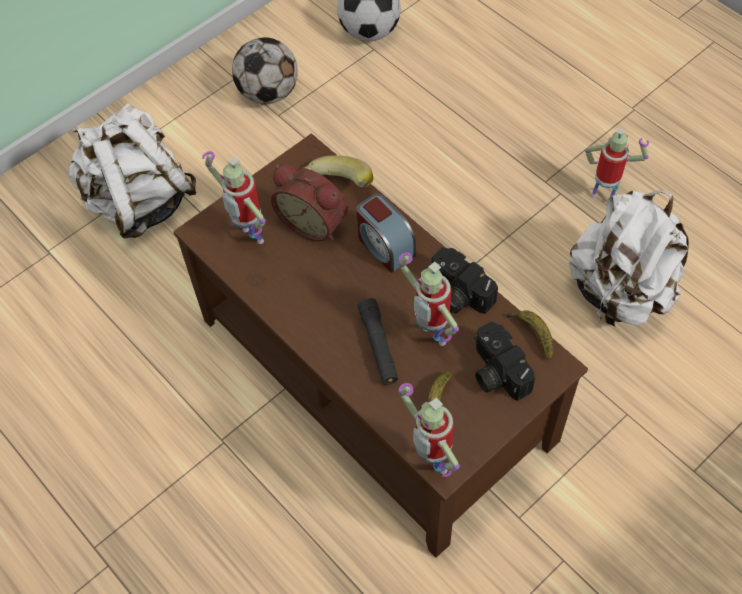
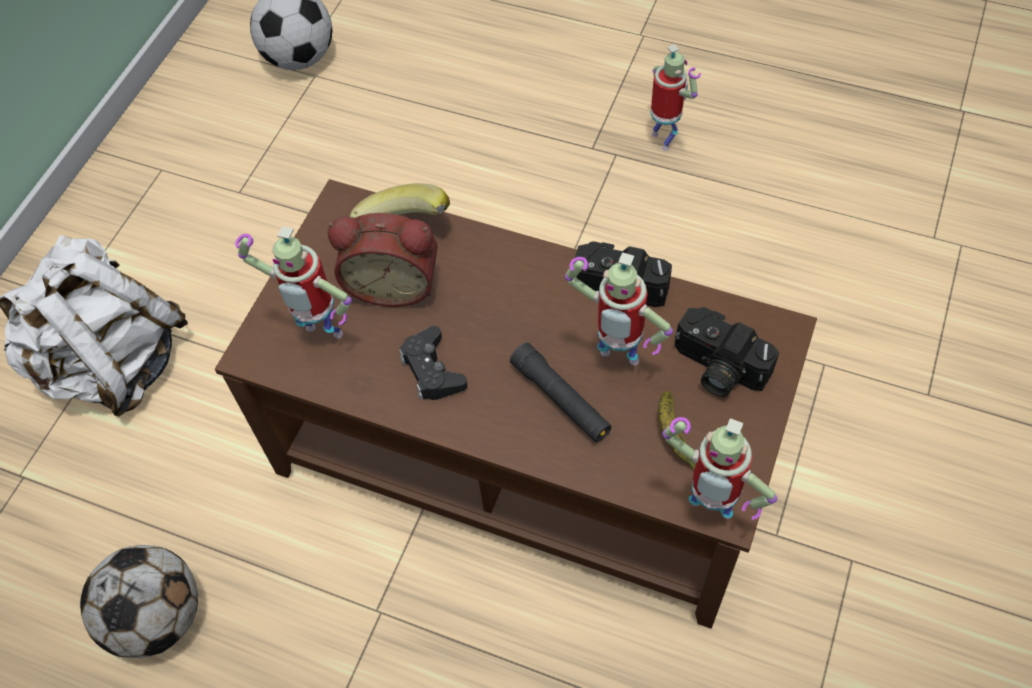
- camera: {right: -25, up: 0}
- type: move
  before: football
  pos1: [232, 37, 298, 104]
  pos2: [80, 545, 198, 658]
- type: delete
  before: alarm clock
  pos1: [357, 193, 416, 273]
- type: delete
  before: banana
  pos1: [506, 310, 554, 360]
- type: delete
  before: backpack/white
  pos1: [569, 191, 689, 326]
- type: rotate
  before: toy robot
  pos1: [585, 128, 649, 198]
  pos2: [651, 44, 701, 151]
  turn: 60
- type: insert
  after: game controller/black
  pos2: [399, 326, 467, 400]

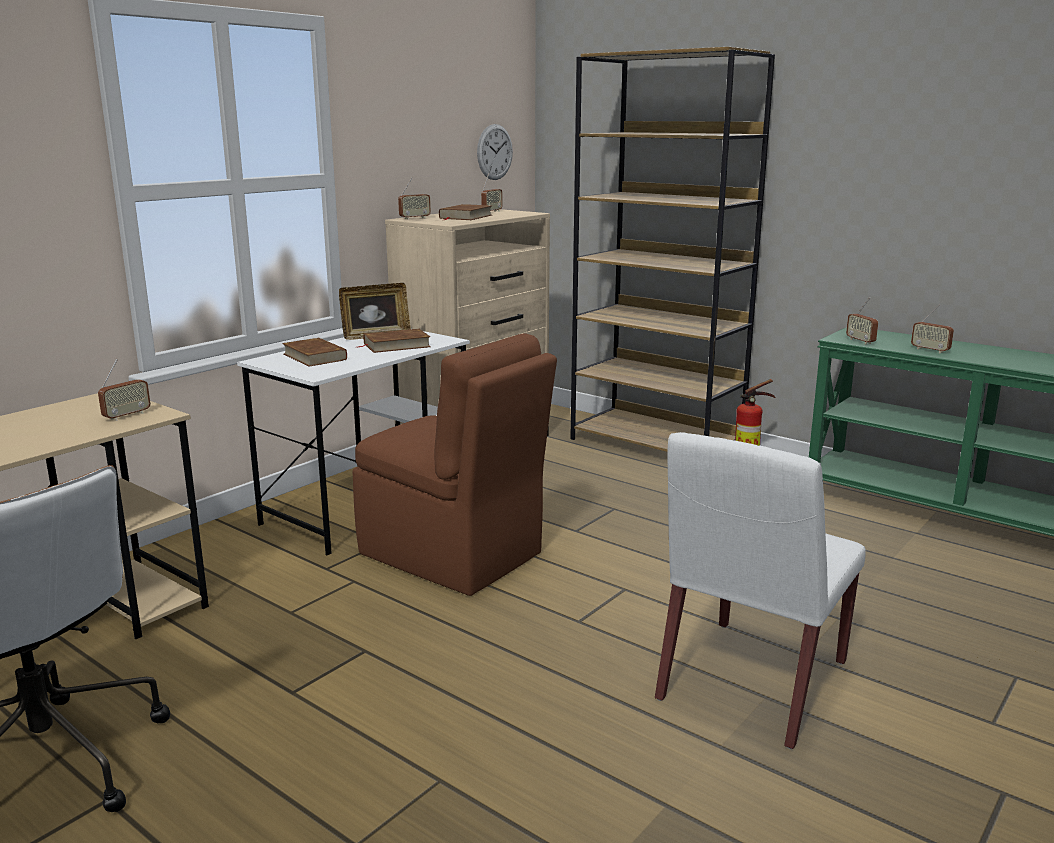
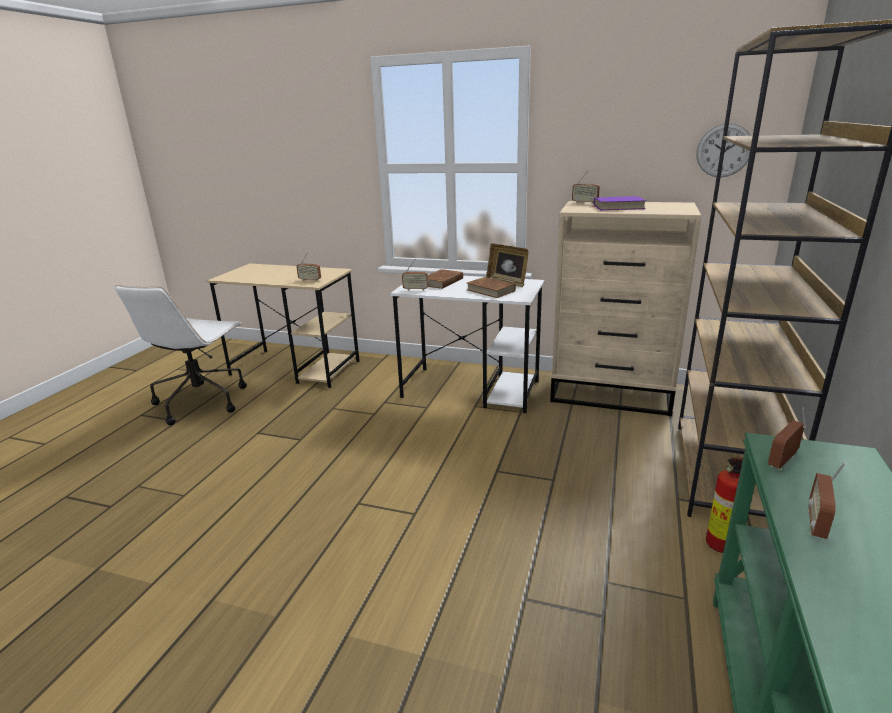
- camera: {right: 70, up: 5}
- type: delete
  before: chair/brown
  pos1: [353, 333, 557, 596]
- type: recolor
  before: book/brown
  after: book/purple
  pos1: [439, 204, 492, 220]
  pos2: [593, 196, 647, 210]
- type: move
  before: radio
  pos1: [481, 173, 502, 212]
  pos2: [402, 259, 429, 291]
- type: delete
  before: chair/white
  pos1: [655, 432, 866, 749]

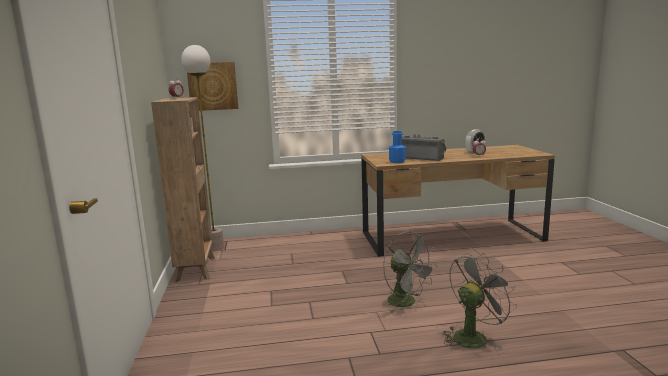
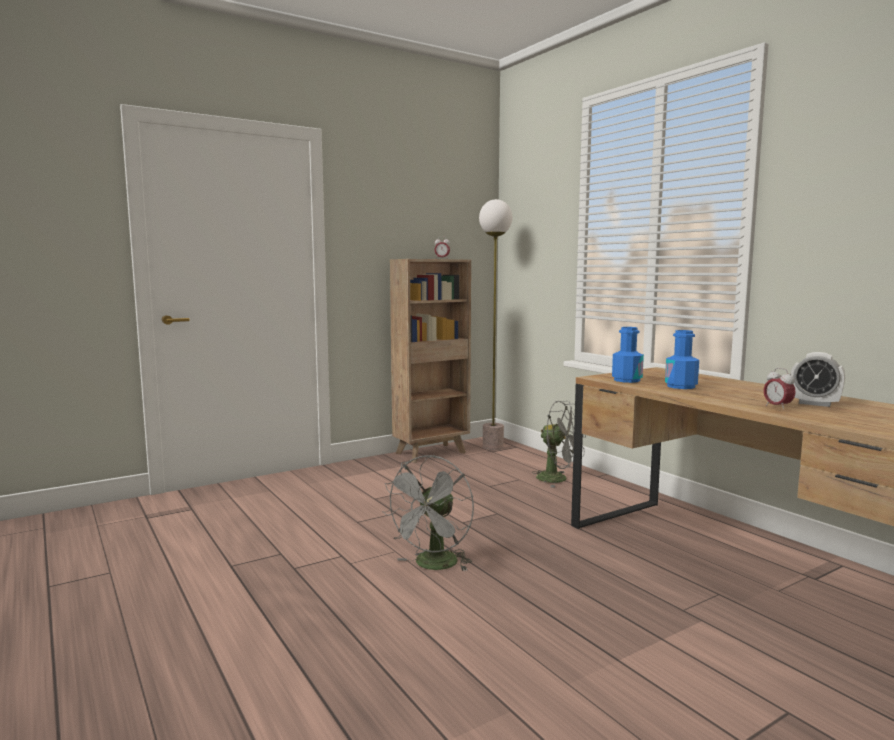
- camera: {right: 65, up: -5}
- type: delete
  before: picture
  pos1: [187, 62, 238, 111]
- type: replace
  before: radio
  after: bottle/blue
  pos1: [402, 134, 446, 161]
  pos2: [665, 330, 699, 389]
- type: move
  before: fan/grey
  pos1: [442, 253, 517, 348]
  pos2: [532, 401, 586, 487]

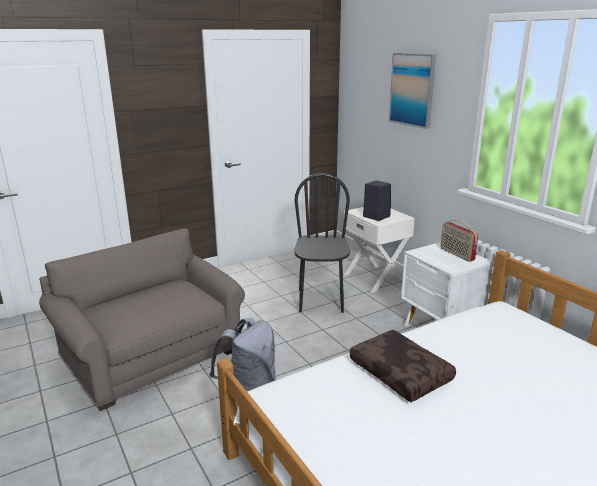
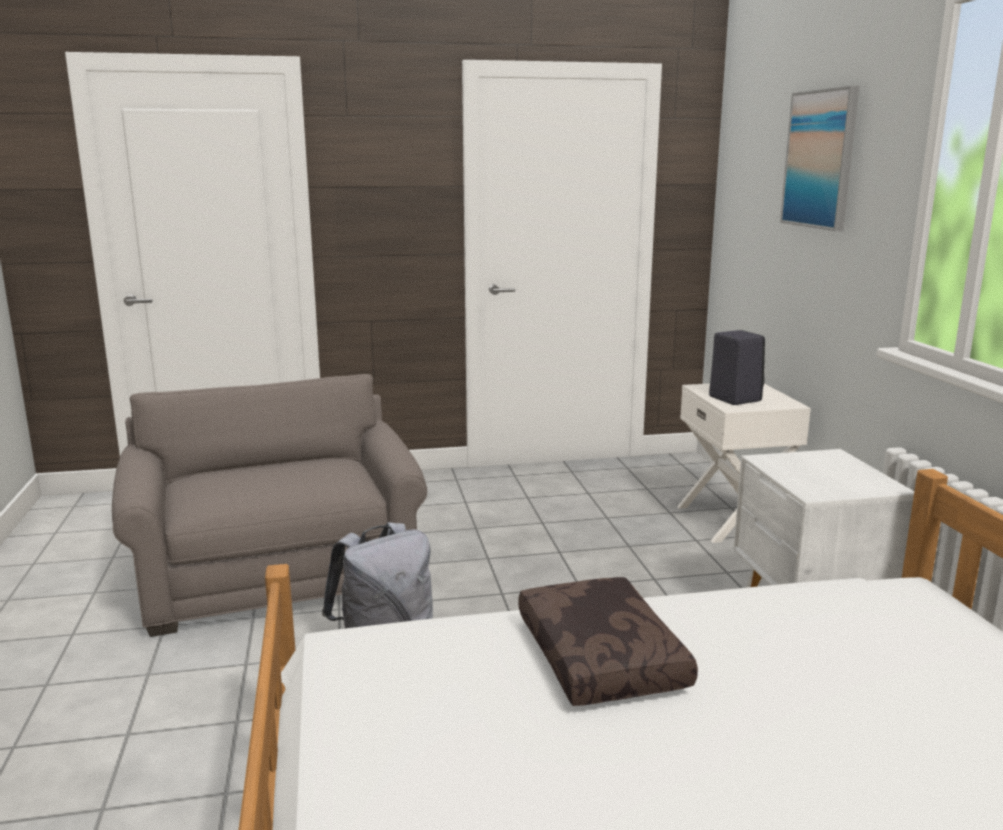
- camera: {right: 20, up: -5}
- type: delete
  before: chair/black
  pos1: [294, 173, 350, 313]
- type: delete
  before: radio
  pos1: [440, 220, 478, 262]

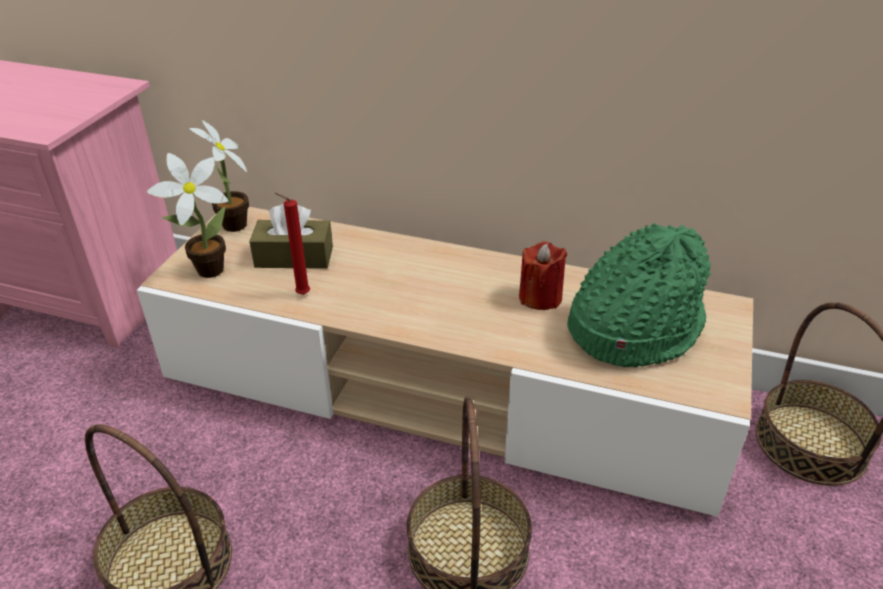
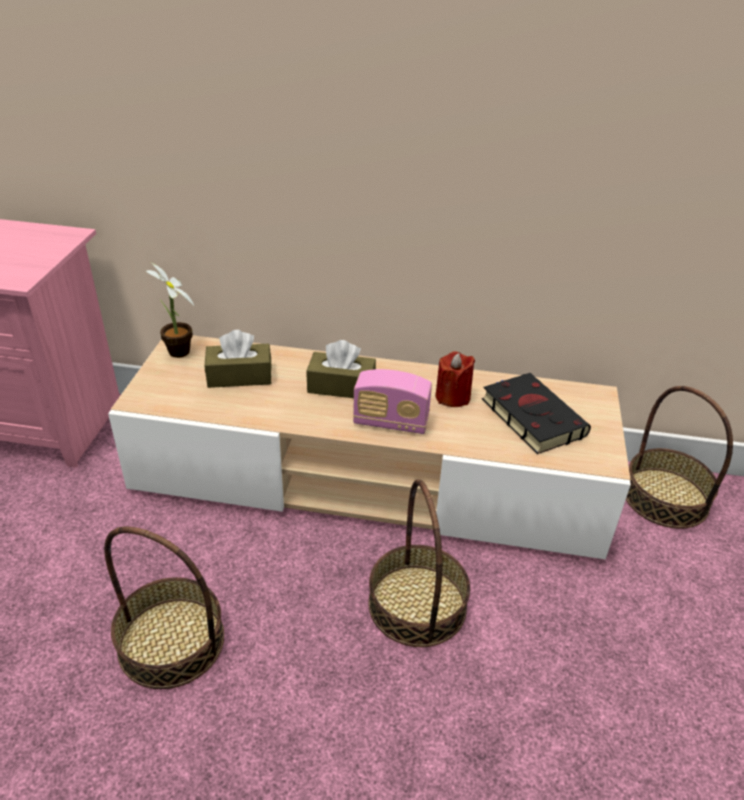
- camera: {right: -10, up: 0}
- type: delete
  before: potted plant
  pos1: [147, 153, 228, 278]
- type: delete
  before: candle/red
  pos1: [275, 193, 310, 295]
- type: replace
  before: hat/green
  after: book/black
  pos1: [567, 223, 711, 367]
  pos2: [482, 373, 591, 454]
- type: insert
  after: tissue box/brown
  pos2: [307, 340, 376, 398]
- type: insert
  after: radio
  pos2: [353, 369, 432, 434]

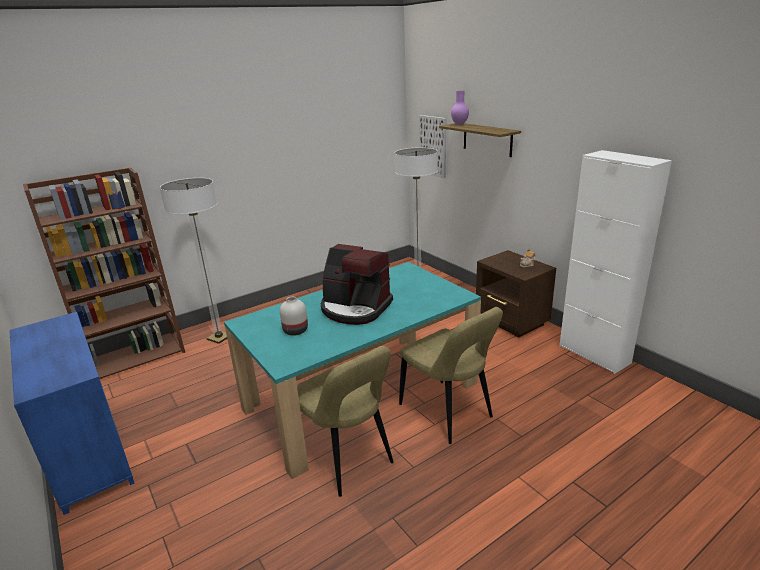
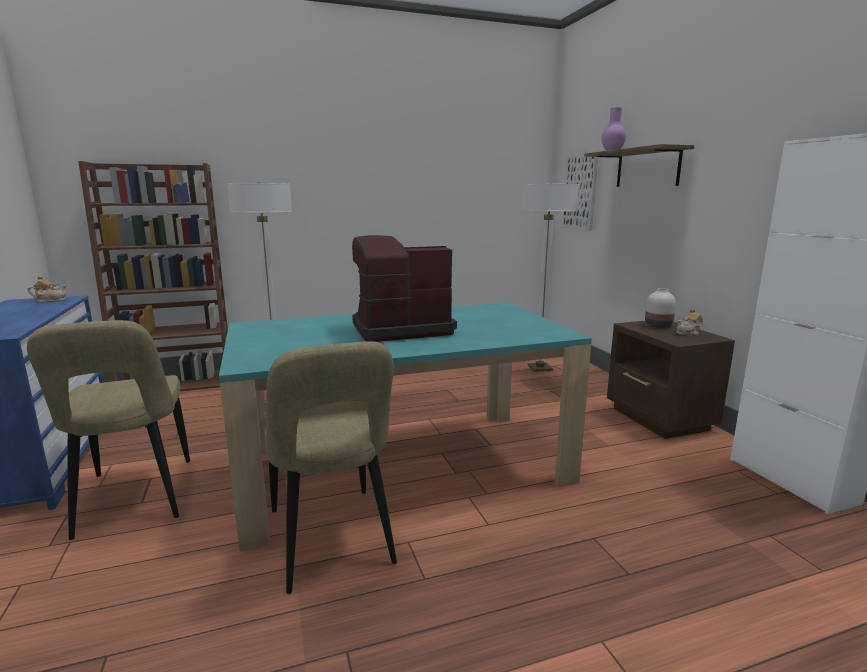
- camera: {right: 15, up: -10}
- type: move
  before: vase/white
  pos1: [280, 297, 308, 336]
  pos2: [645, 288, 676, 328]
- type: rotate
  before: coffee machine
  pos1: [321, 244, 393, 325]
  pos2: [352, 235, 457, 342]
  turn: 120
- type: move
  before: chair/beige
  pos1: [399, 307, 503, 444]
  pos2: [27, 320, 190, 540]
- type: insert
  after: teapot
  pos2: [28, 275, 67, 303]

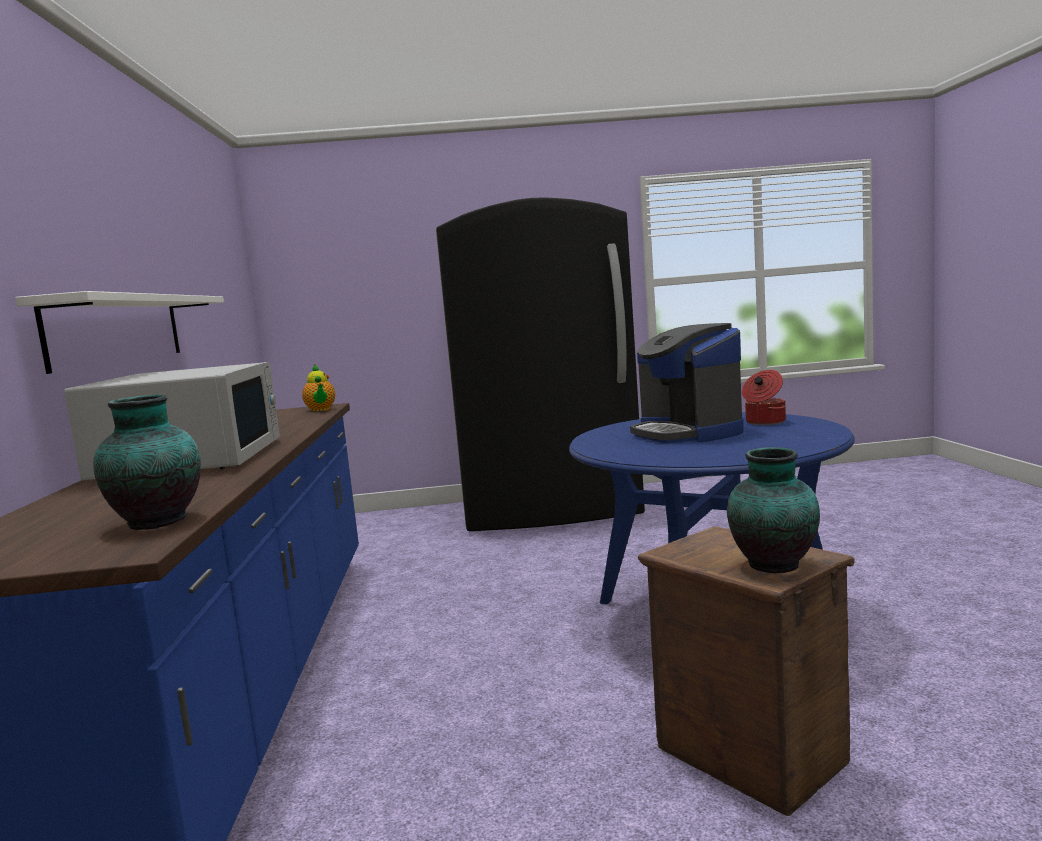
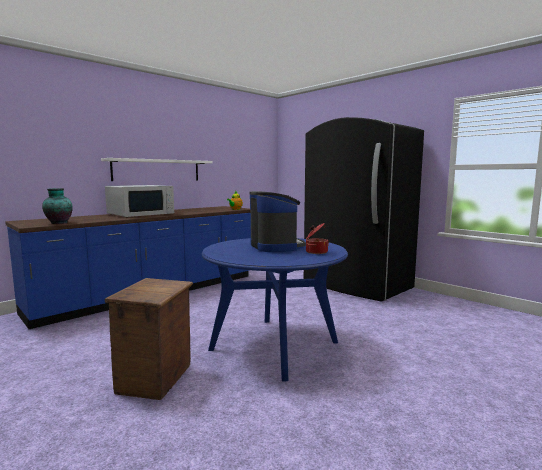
- camera: {right: 50, up: 0}
- type: rotate
  before: coffee machine
  pos1: [630, 323, 743, 443]
  pos2: [249, 191, 306, 252]
  turn: 135
- type: delete
  before: vase
  pos1: [727, 447, 820, 573]

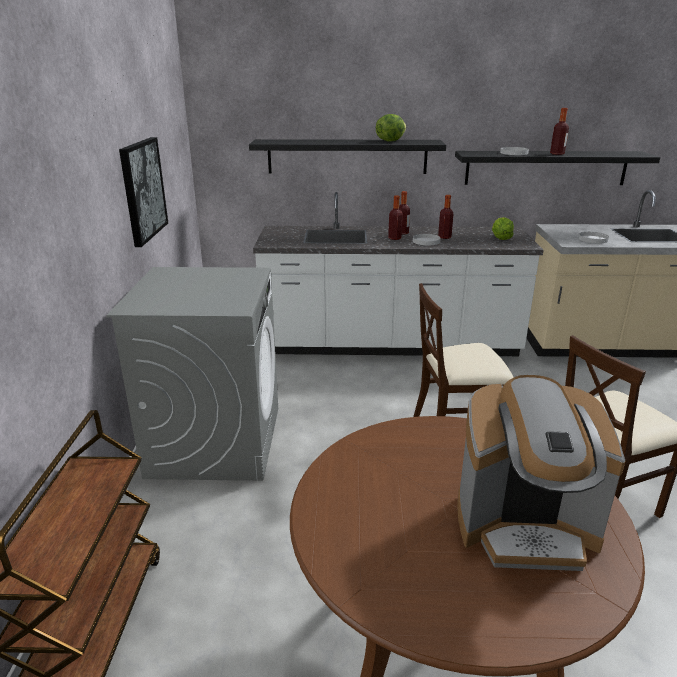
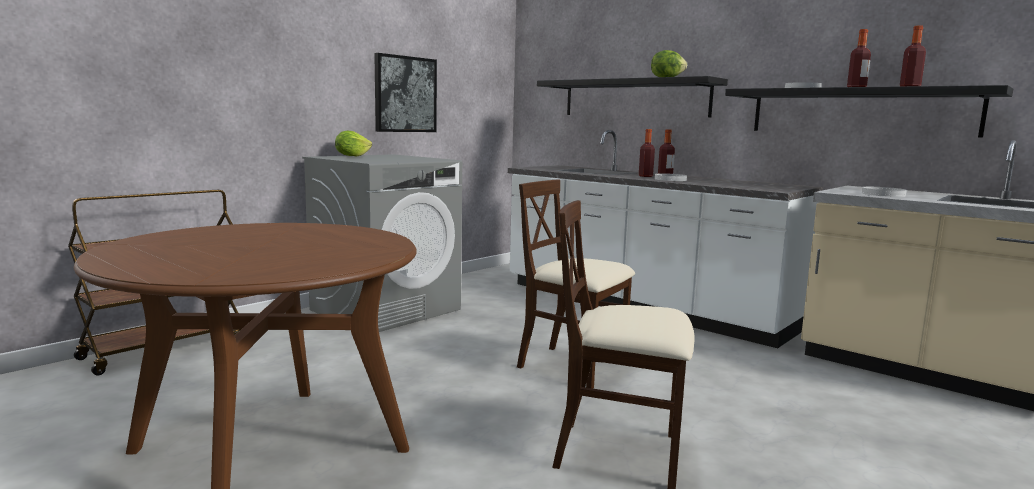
- camera: {right: 40, up: -15}
- type: move
  before: bottle
  pos1: [438, 195, 453, 239]
  pos2: [900, 25, 926, 86]
- type: delete
  before: coffee machine
  pos1: [458, 375, 625, 571]
- type: move
  before: lettuce
  pos1: [492, 217, 514, 240]
  pos2: [335, 131, 372, 157]

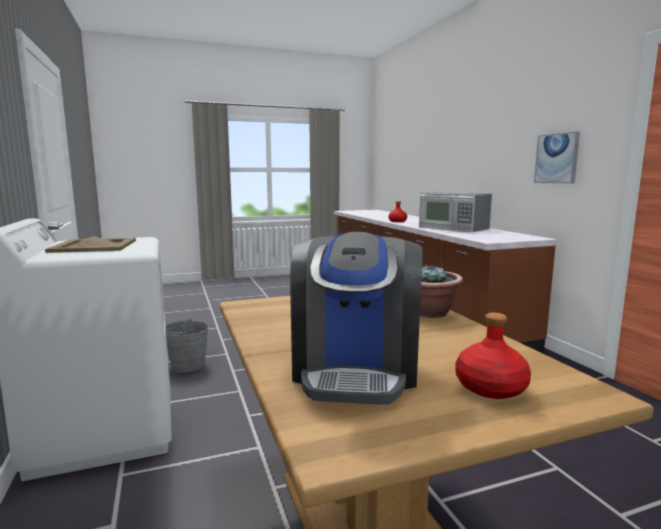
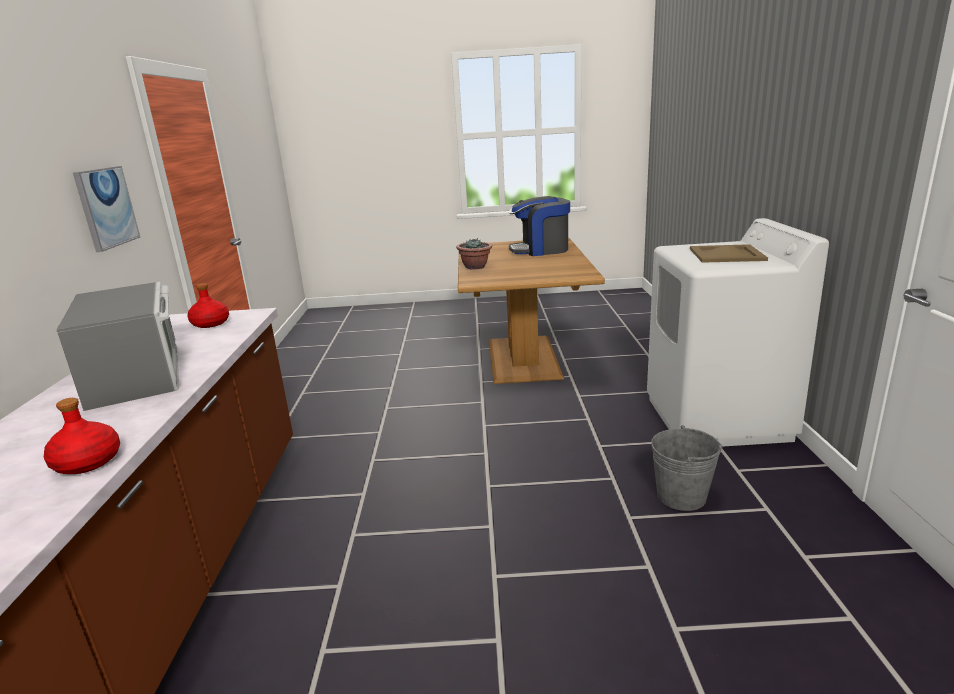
- camera: {right: -160, up: 10}
- type: rotate
  before: coffee machine
  pos1: [290, 232, 422, 404]
  pos2: [509, 196, 570, 256]
  turn: -120
- type: move
  before: bottle/red
  pos1: [455, 313, 531, 399]
  pos2: [188, 283, 229, 328]

